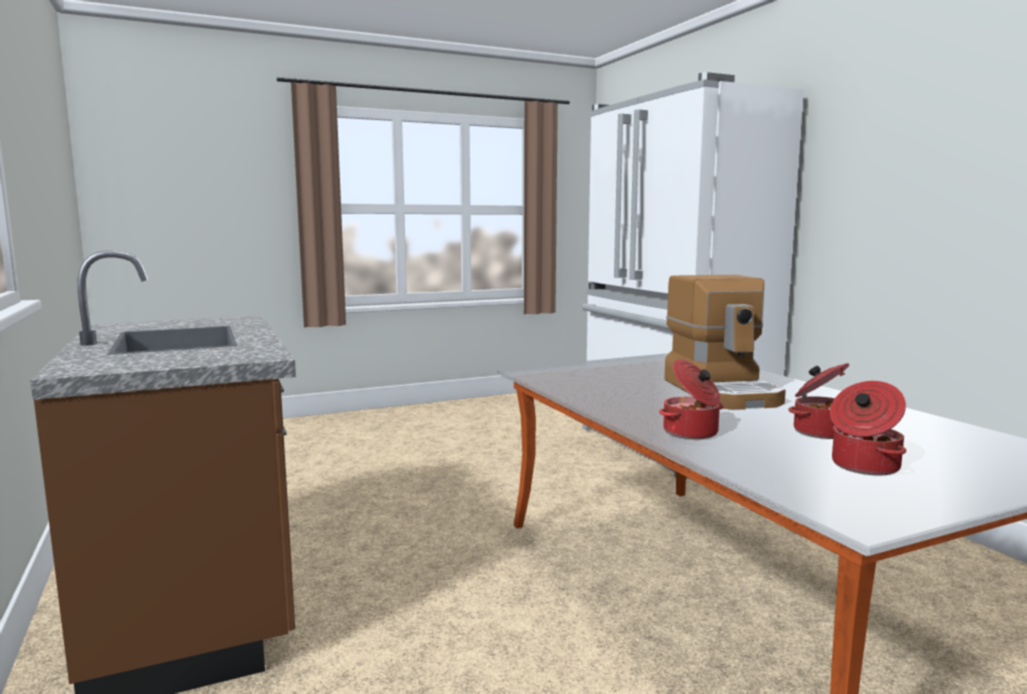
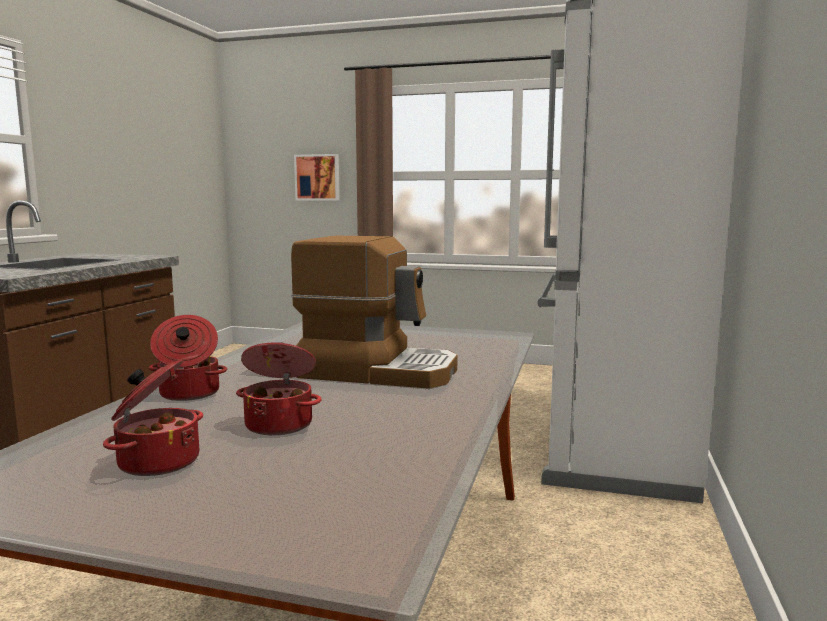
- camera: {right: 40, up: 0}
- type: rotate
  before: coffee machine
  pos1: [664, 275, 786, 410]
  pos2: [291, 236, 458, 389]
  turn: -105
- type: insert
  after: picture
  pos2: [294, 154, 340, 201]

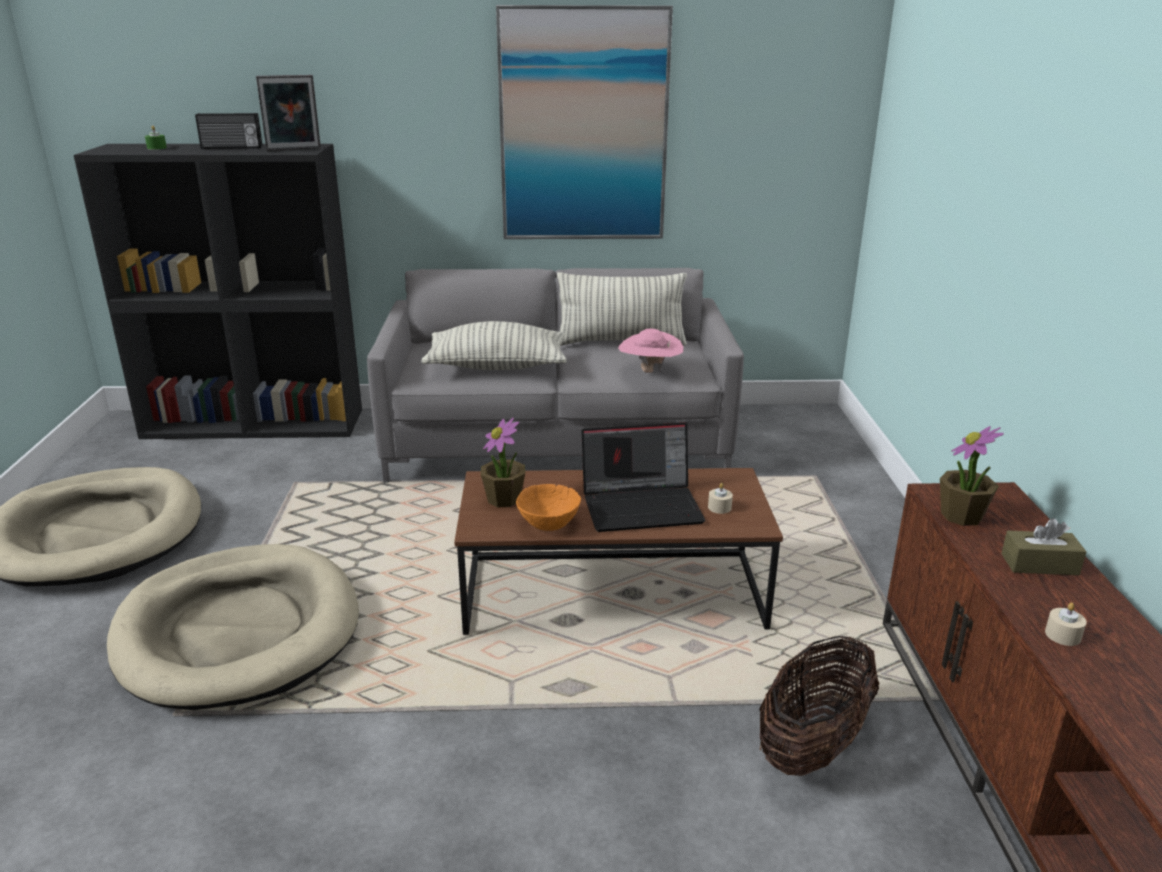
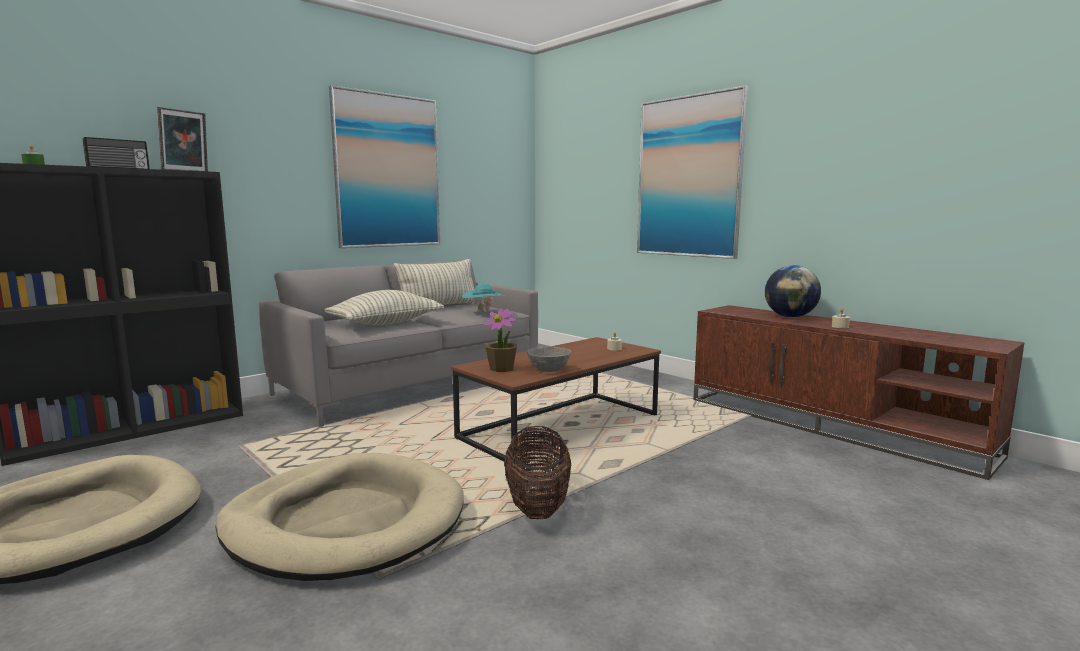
- camera: {right: -40, up: -15}
- type: recolor
  before: bowl/orange
  after: bowl/grey
  pos1: [516, 484, 581, 531]
  pos2: [527, 346, 571, 372]
- type: delete
  before: laptop
  pos1: [582, 422, 705, 532]
- type: recolor
  before: hat/pink
  after: hat/turquoise
  pos1: [618, 328, 683, 373]
  pos2: [462, 284, 504, 312]
- type: move
  before: basket
  pos1: [759, 635, 879, 776]
  pos2: [504, 426, 571, 519]
- type: delete
  before: potted plant
  pos1: [940, 426, 1004, 526]
- type: replace
  before: tissue box/brown
  after: globe
  pos1: [1001, 518, 1087, 575]
  pos2: [765, 265, 821, 318]
- type: insert
  after: picture
  pos2: [637, 85, 748, 259]

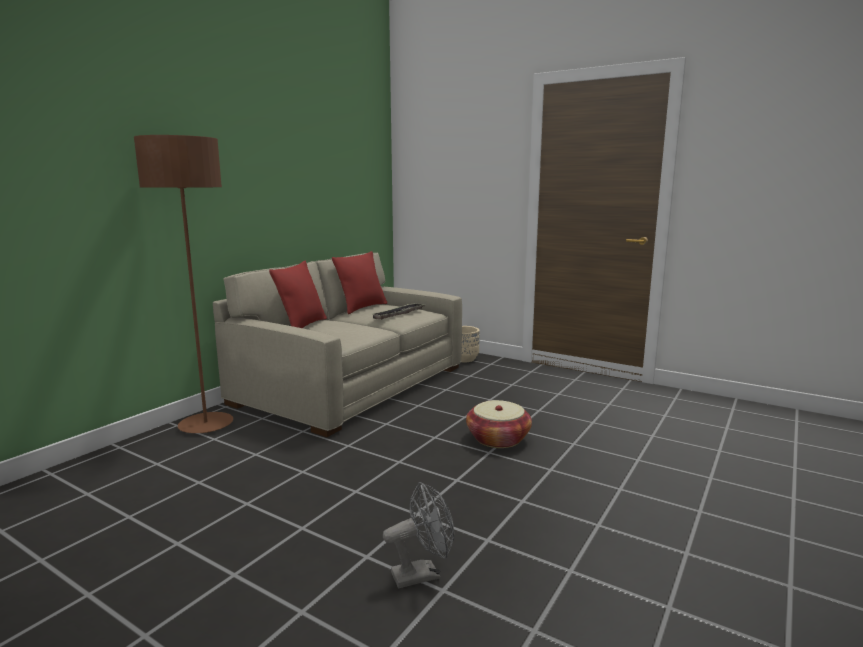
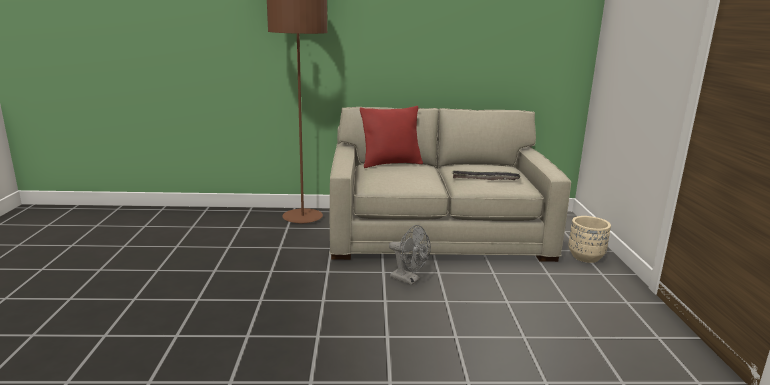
- camera: {right: 55, up: 5}
- type: delete
  before: pillow/red
  pos1: [332, 251, 387, 314]
- type: move
  before: fan/grey
  pos1: [383, 482, 454, 588]
  pos2: [389, 225, 431, 285]
- type: delete
  before: basket
  pos1: [466, 400, 532, 448]

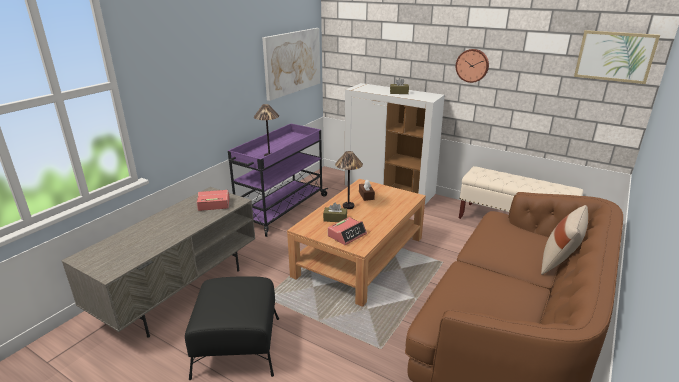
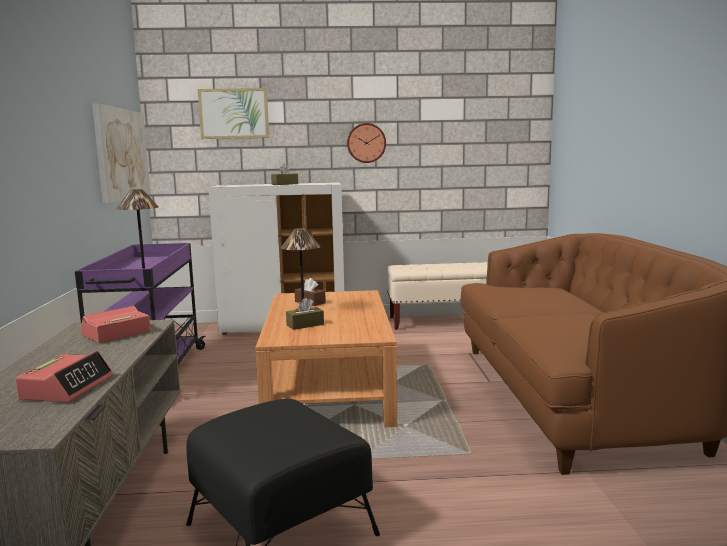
- camera: {right: -35, up: -15}
- type: move
  before: alarm clock
  pos1: [328, 217, 367, 245]
  pos2: [16, 351, 113, 402]
- type: delete
  before: pillow/beige
  pos1: [541, 205, 588, 275]
- type: move
  before: picture
  pos1: [574, 30, 660, 84]
  pos2: [198, 88, 269, 139]

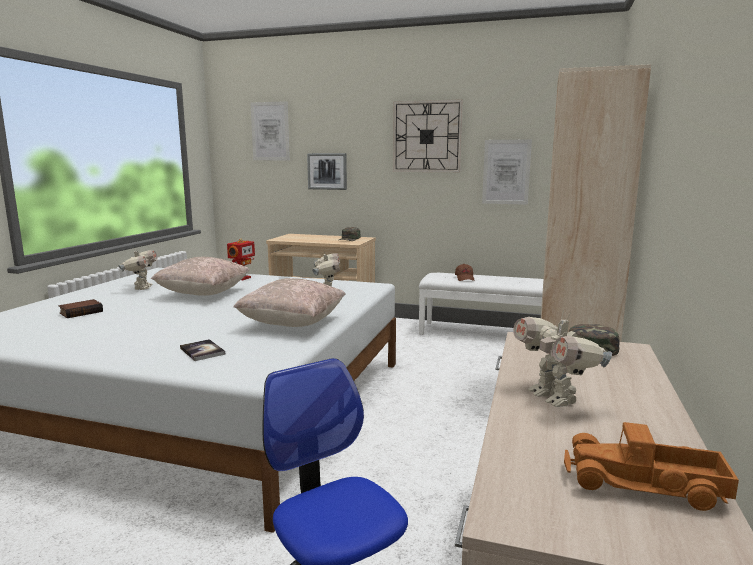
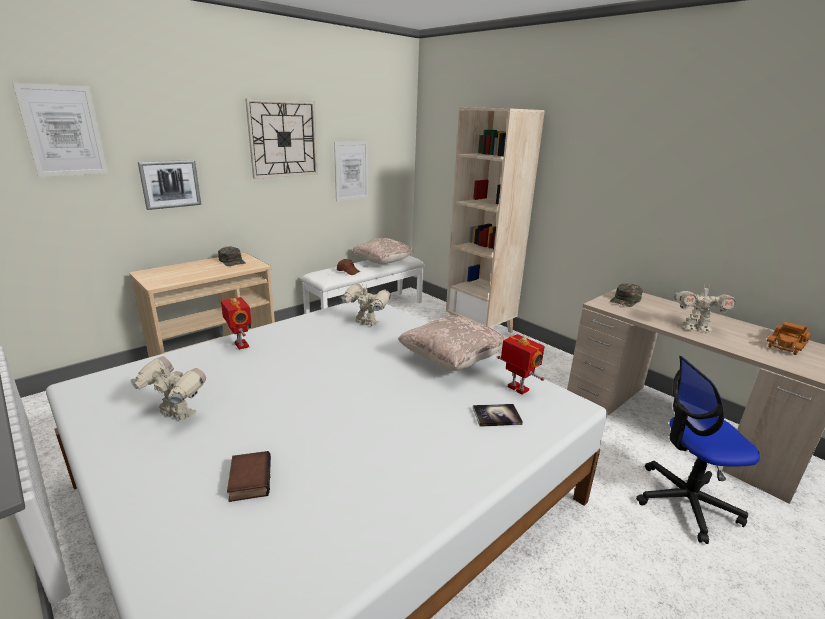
- camera: {right: -60, up: 10}
- type: move
  before: pillow/beige
  pos1: [151, 257, 250, 296]
  pos2: [352, 238, 414, 264]
- type: insert
  after: toy robot
  pos2: [497, 334, 545, 394]

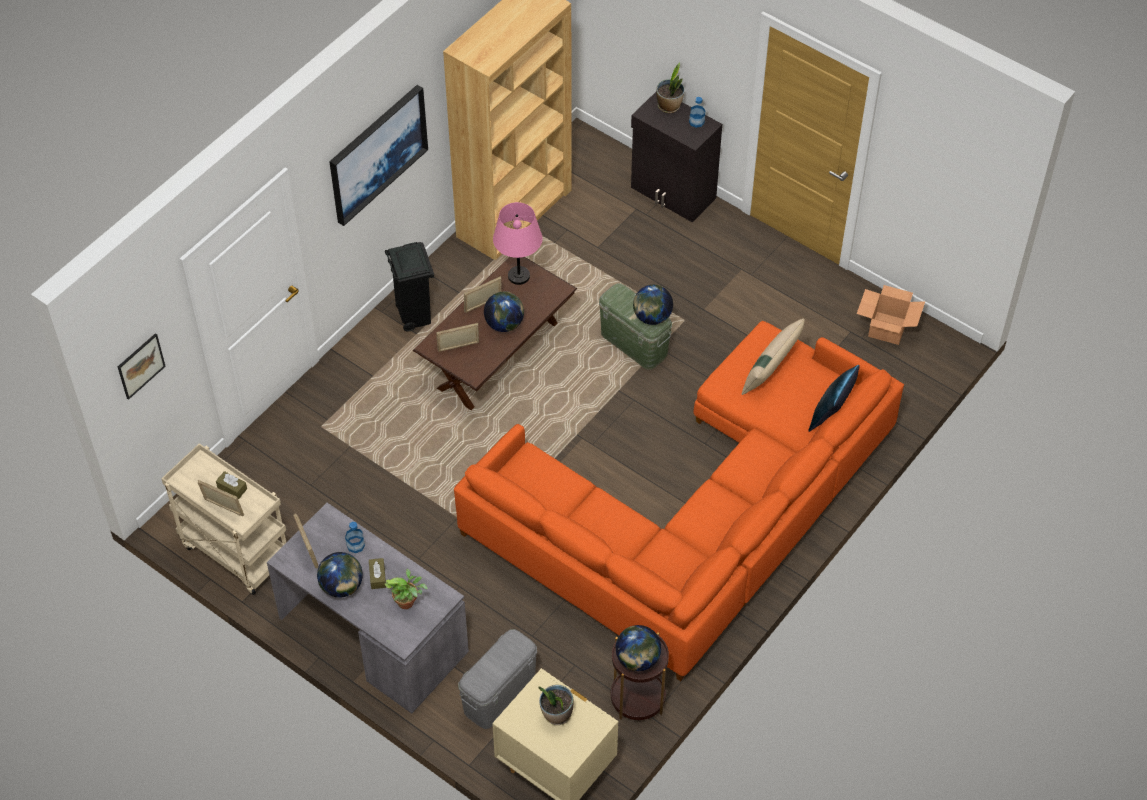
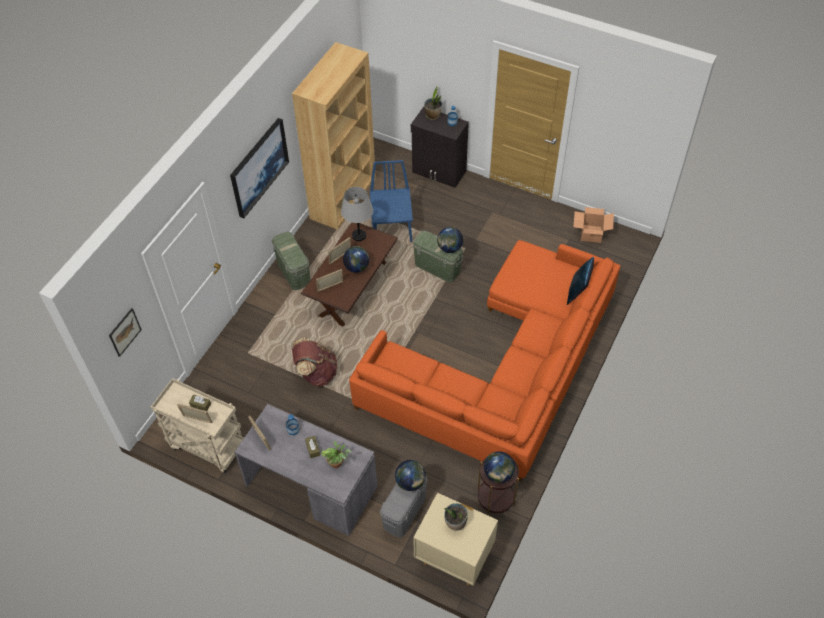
- camera: {right: -10, up: 0}
- type: move
  before: globe
  pos1: [317, 552, 363, 598]
  pos2: [395, 460, 426, 491]
- type: replace
  before: trash can/black
  after: storage box/green
  pos1: [385, 242, 434, 332]
  pos2: [272, 232, 310, 290]
- type: recolor
  before: table lamp/pink
  after: table lamp/grey
  pos1: [493, 202, 542, 285]
  pos2: [341, 187, 373, 241]
- type: delete
  before: pillow/beige
  pos1: [741, 319, 805, 395]
- type: insert
  after: backpack/brown
  pos2: [292, 338, 338, 386]
- type: insert
  after: chair/blue
  pos2: [370, 160, 413, 242]

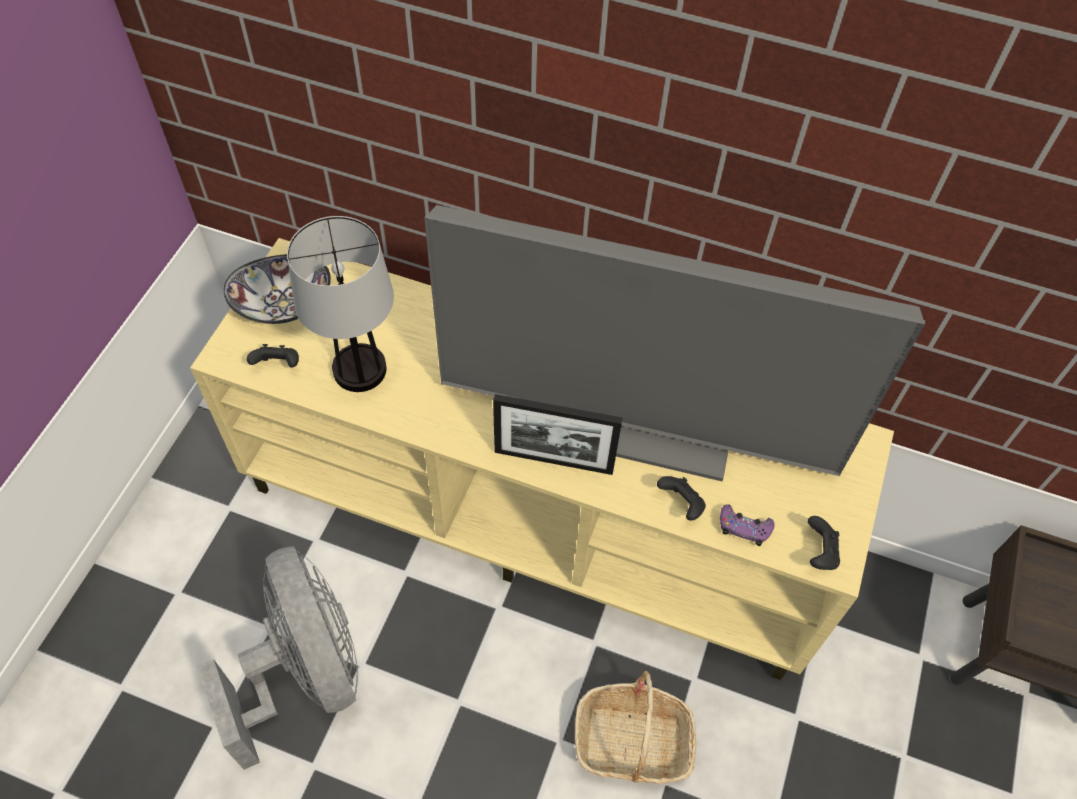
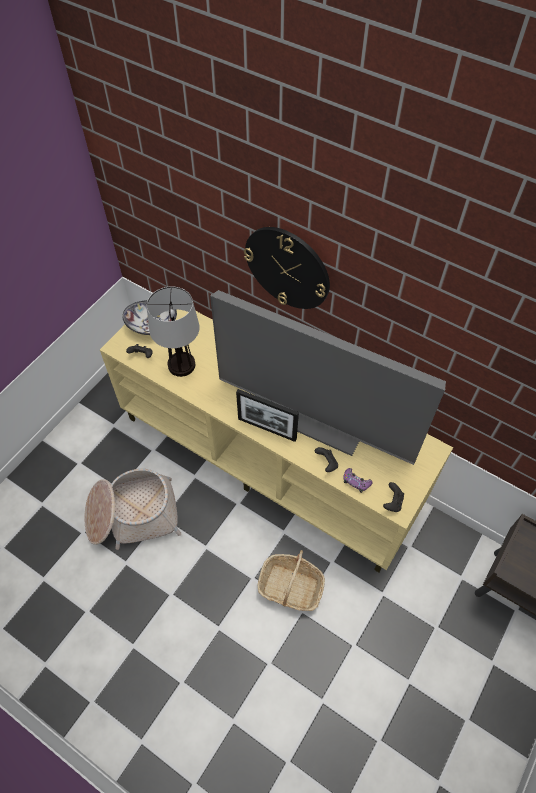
- camera: {right: 15, up: 0}
- type: replace
  before: fan/grey
  after: basket
  pos1: [197, 546, 358, 770]
  pos2: [84, 469, 181, 550]
- type: insert
  after: wall clock
  pos2: [244, 227, 330, 309]

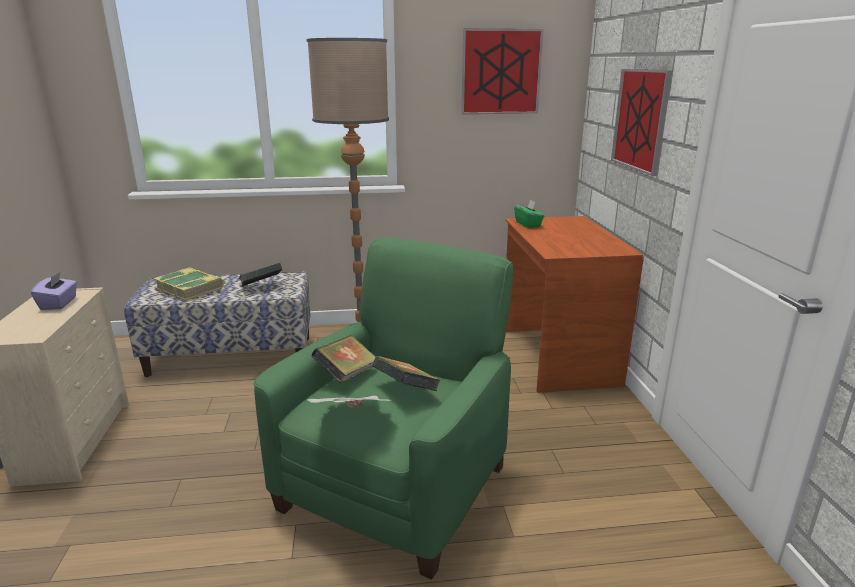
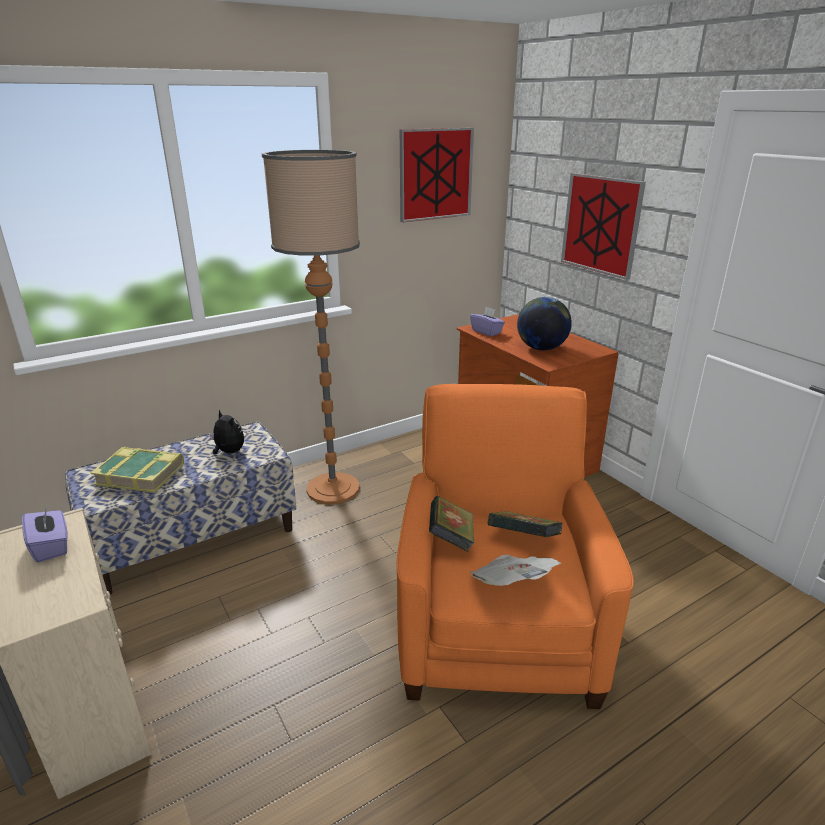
- camera: {right: -25, up: 5}
- type: replace
  before: book
  after: plush toy
  pos1: [239, 263, 282, 287]
  pos2: [210, 409, 244, 454]
- type: recolor
  before: armchair/green
  after: armchair/orange
  pos1: [254, 238, 513, 580]
  pos2: [397, 384, 634, 709]
- type: recolor
  before: tissue box/green
  after: tissue box/purple
  pos1: [514, 199, 544, 228]
  pos2: [470, 307, 505, 336]
- type: insert
  after: globe
  pos2: [517, 297, 572, 350]

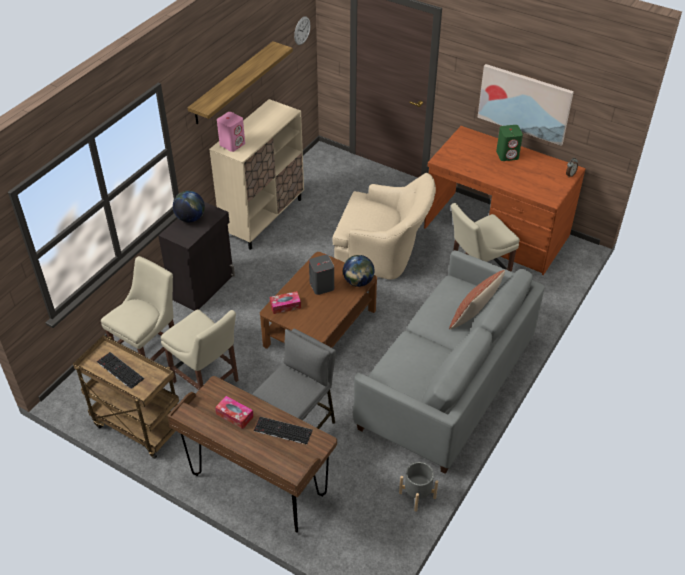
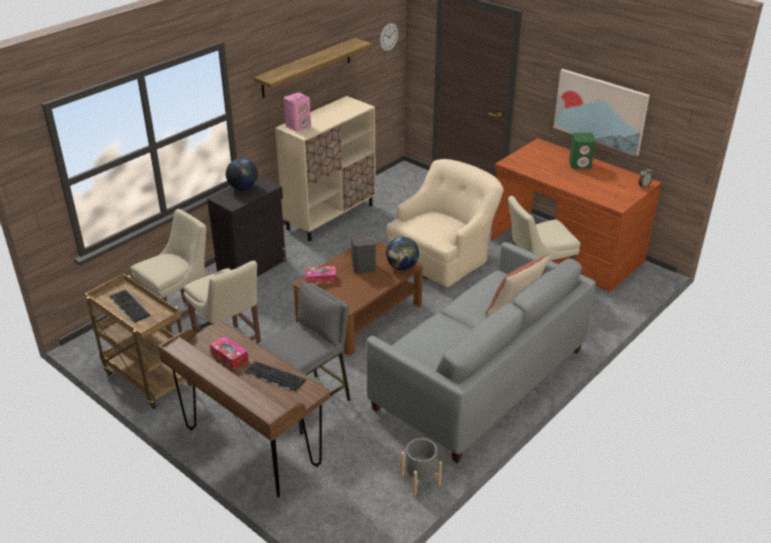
- camera: {right: 10, up: -10}
- type: rotate
  before: armchair/beige
  pos1: [332, 173, 436, 280]
  pos2: [386, 159, 504, 287]
  turn: -75

